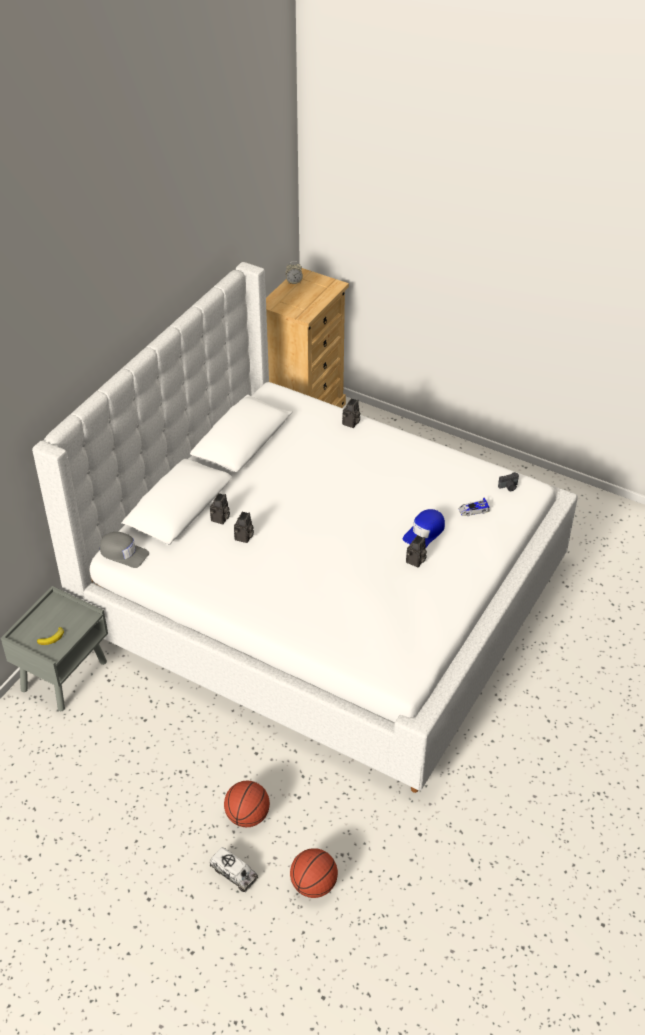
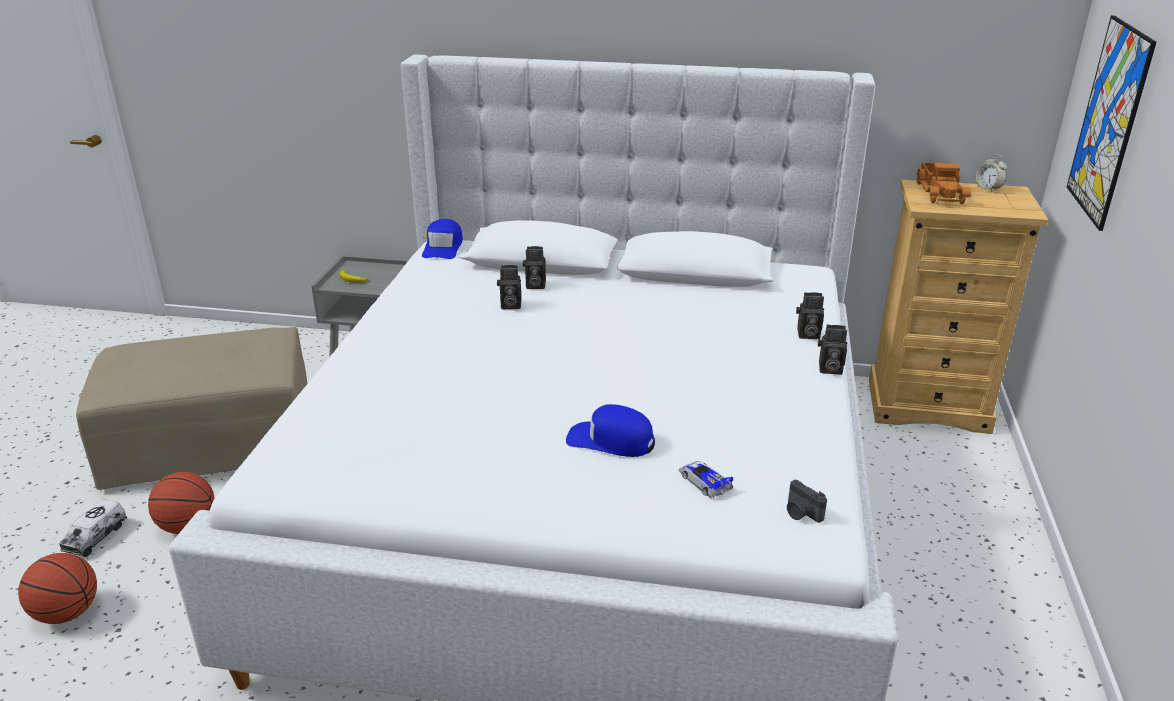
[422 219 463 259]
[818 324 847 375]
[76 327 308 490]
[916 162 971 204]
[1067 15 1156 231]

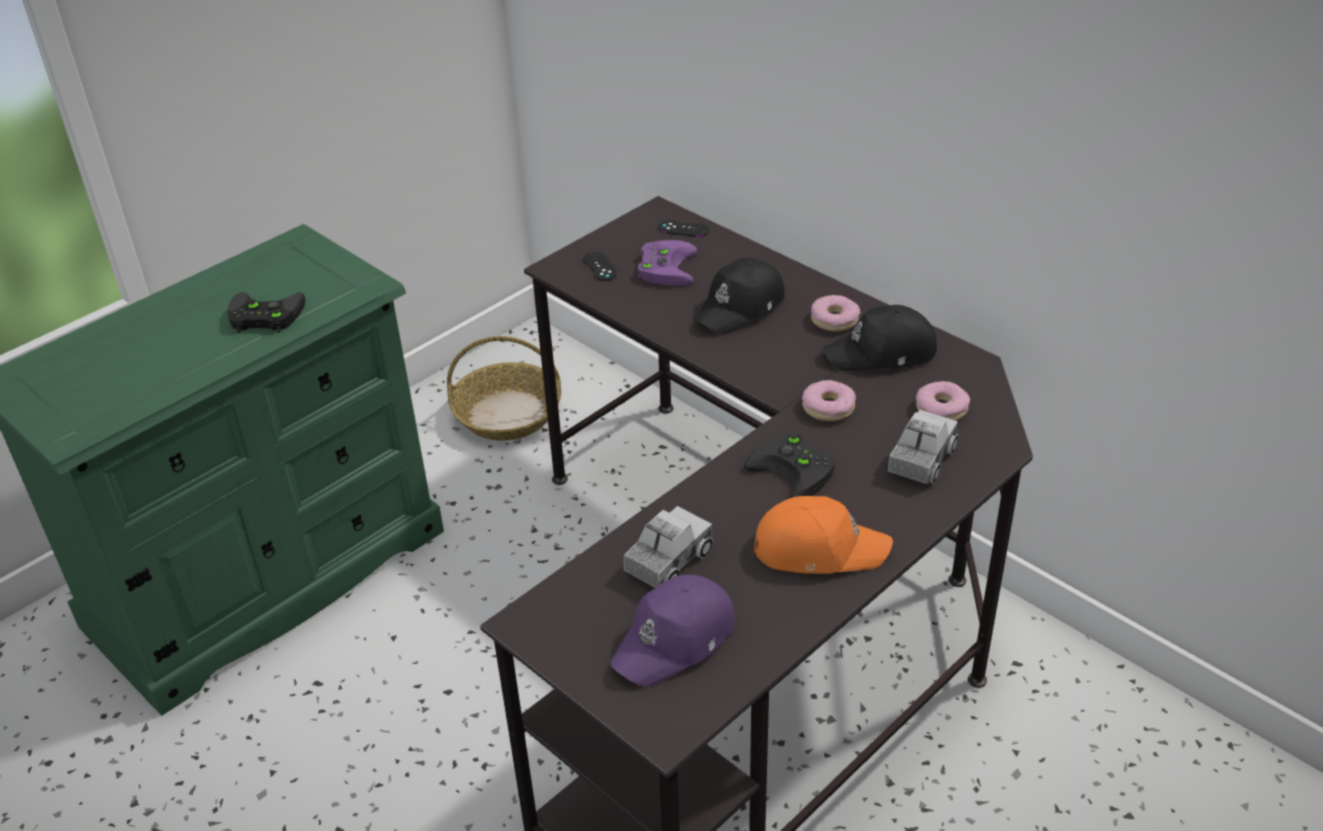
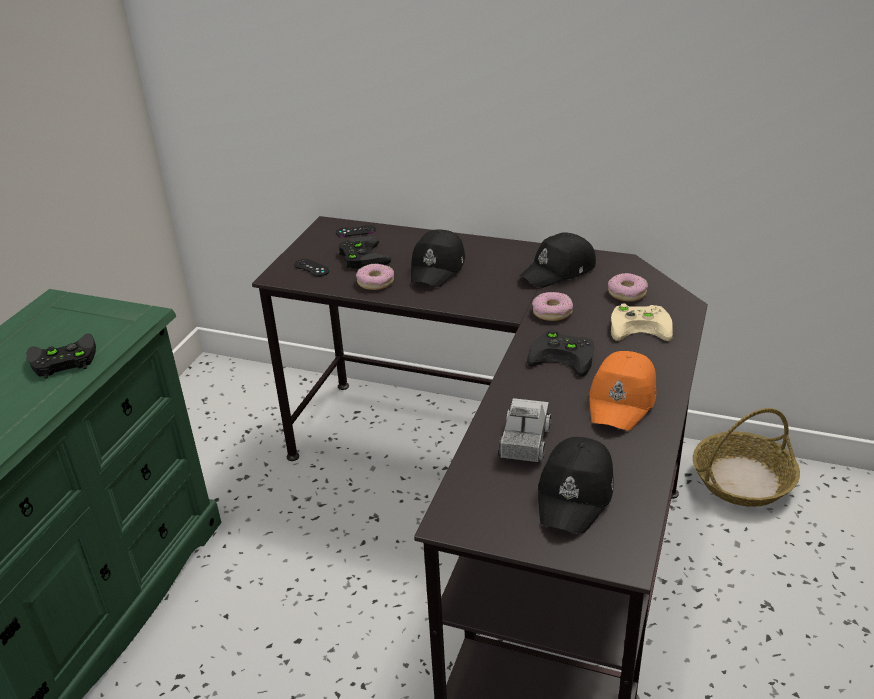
[693 408 800 507]
[538 437 614 534]
[339 236 391 269]
[589 351 656 431]
[356 263 394 290]
[611 303 673 341]

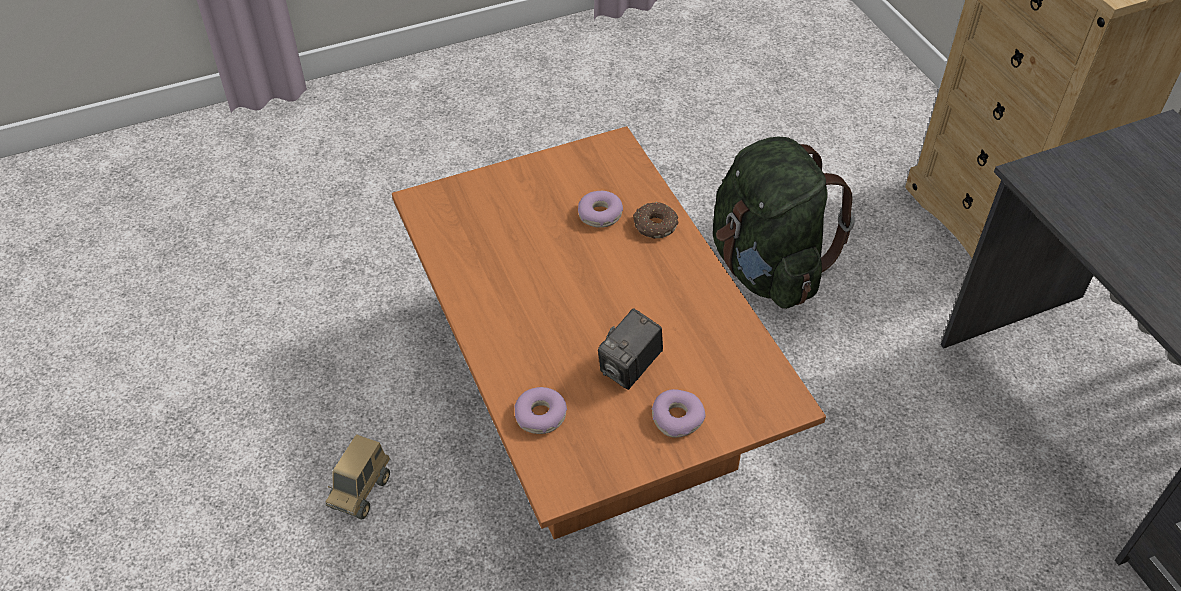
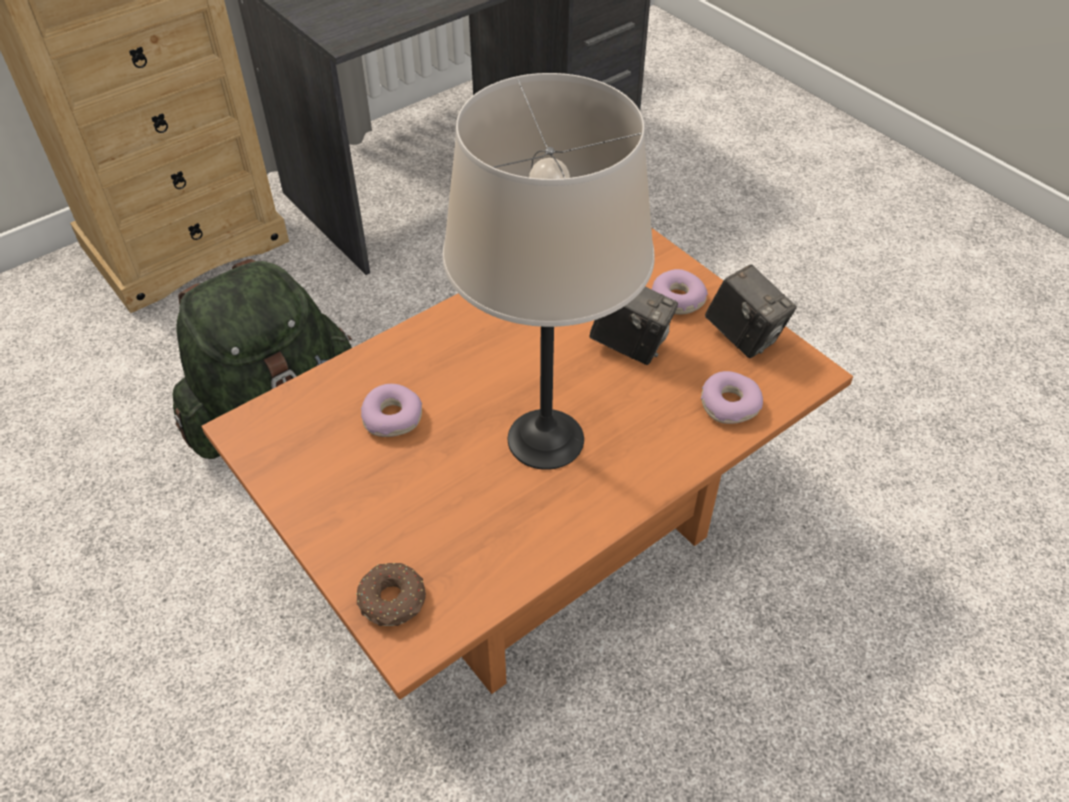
[325 434 390 519] (first image)
[356 563 426 626]
[442 73 655 470]
[705 264 797 358]

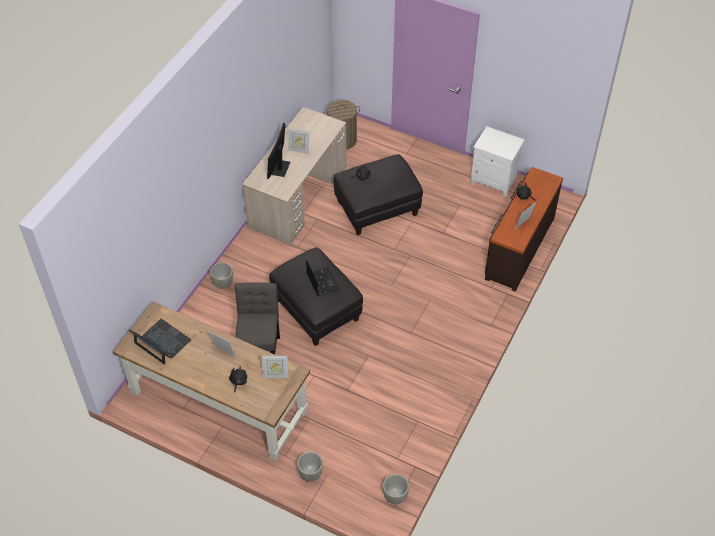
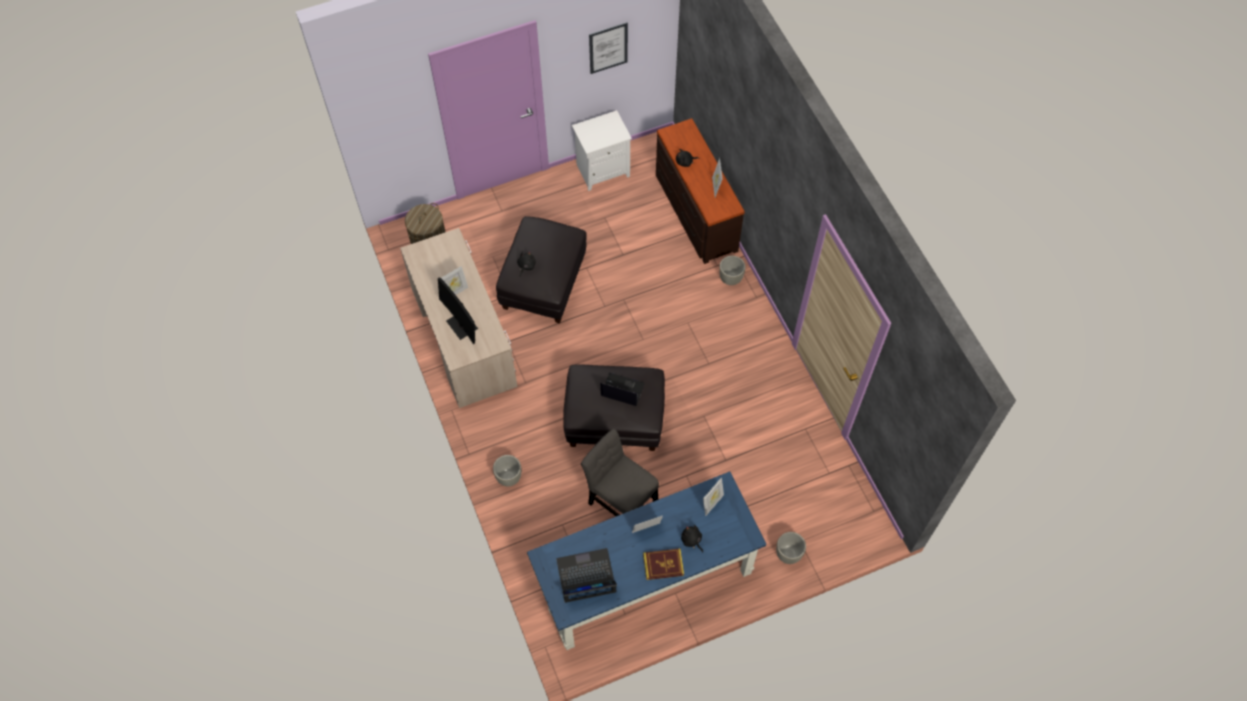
[527 472 766 650]
[719 256 746 285]
[589 22 628 74]
[643 549 684 580]

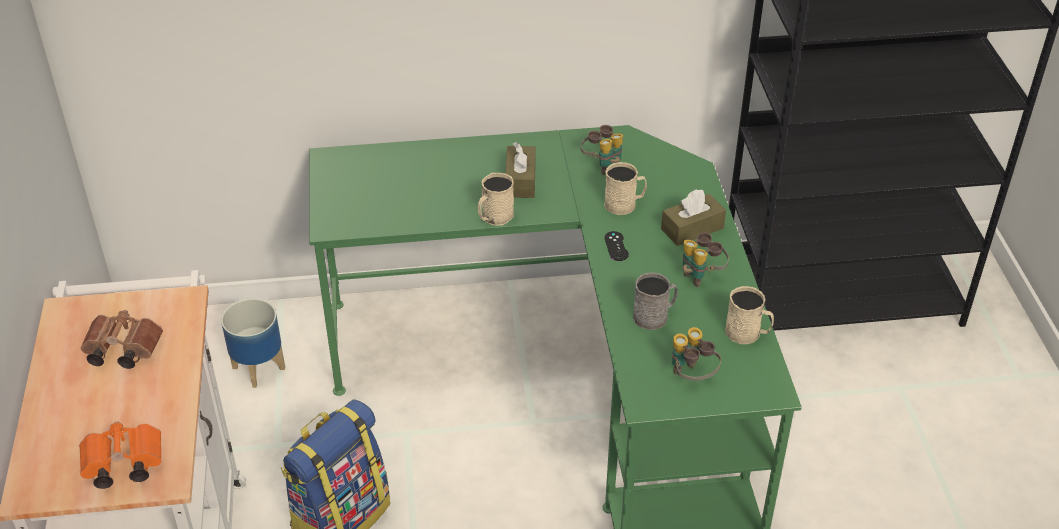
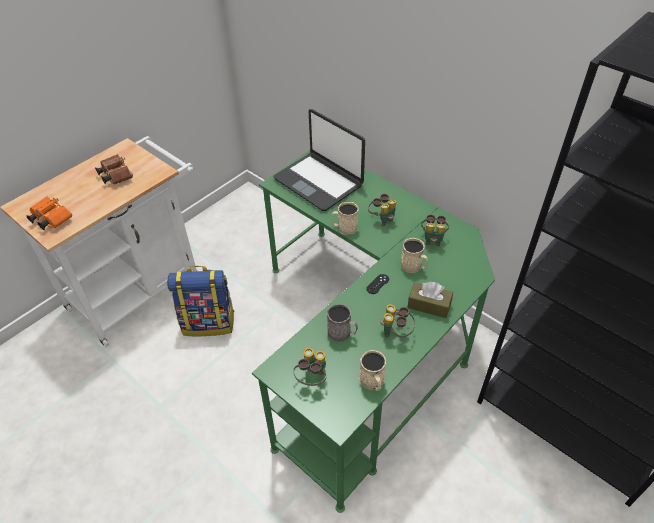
[221 298 285 388] (first image)
[368 194 396 226]
[273 109 365 211]

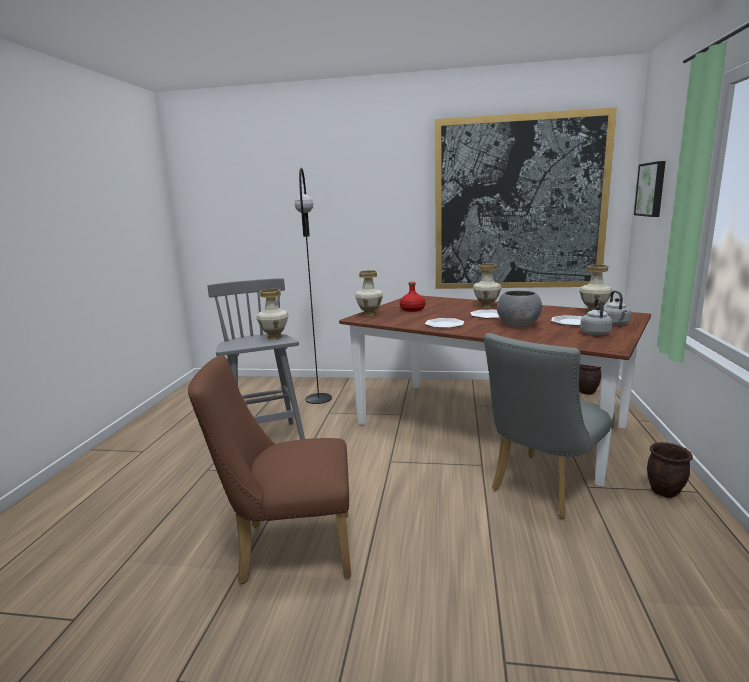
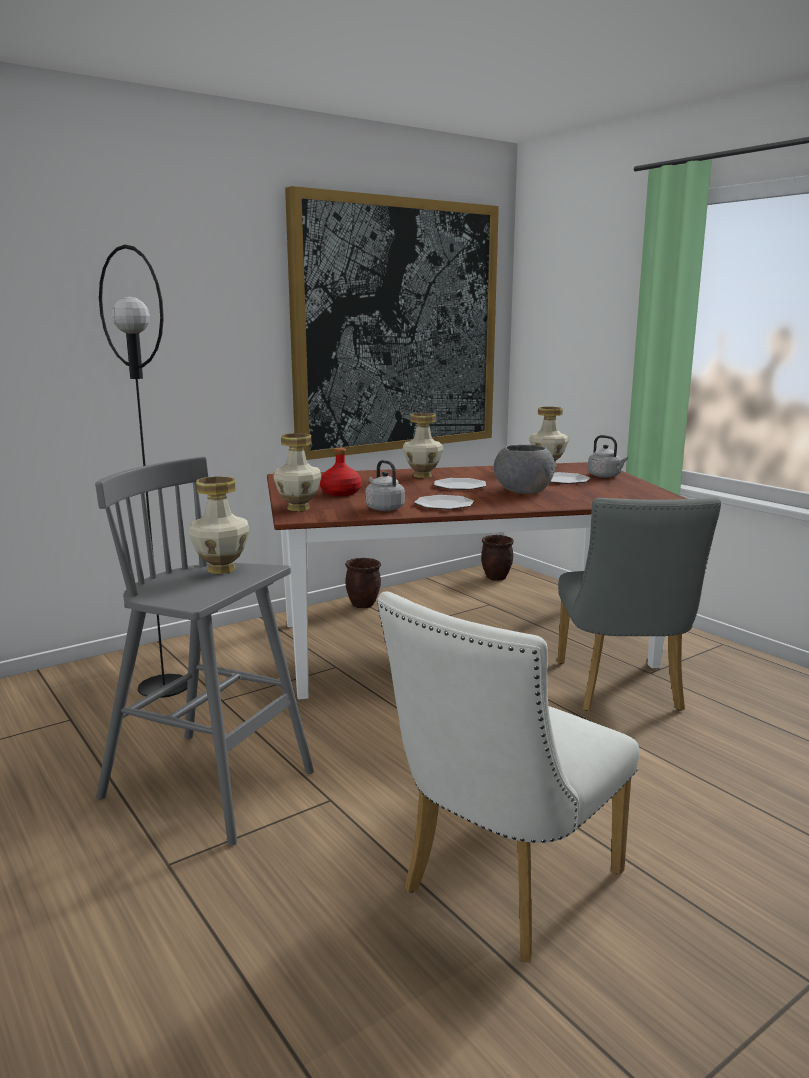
[377 591 640 963]
[365 460 405 511]
[634 161 666 217] (first image)
[345 558 381 608]

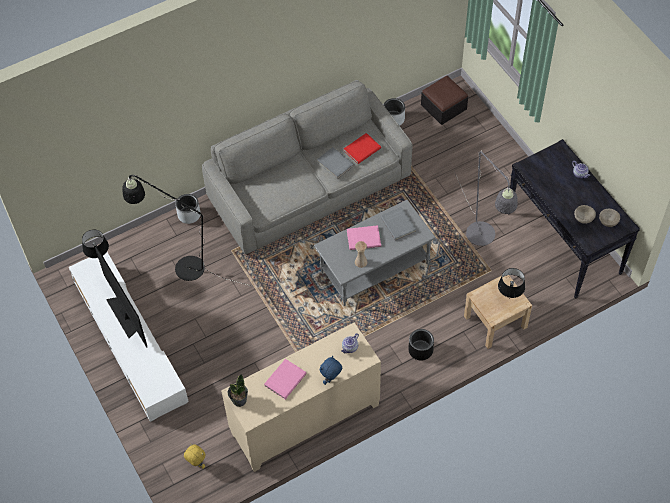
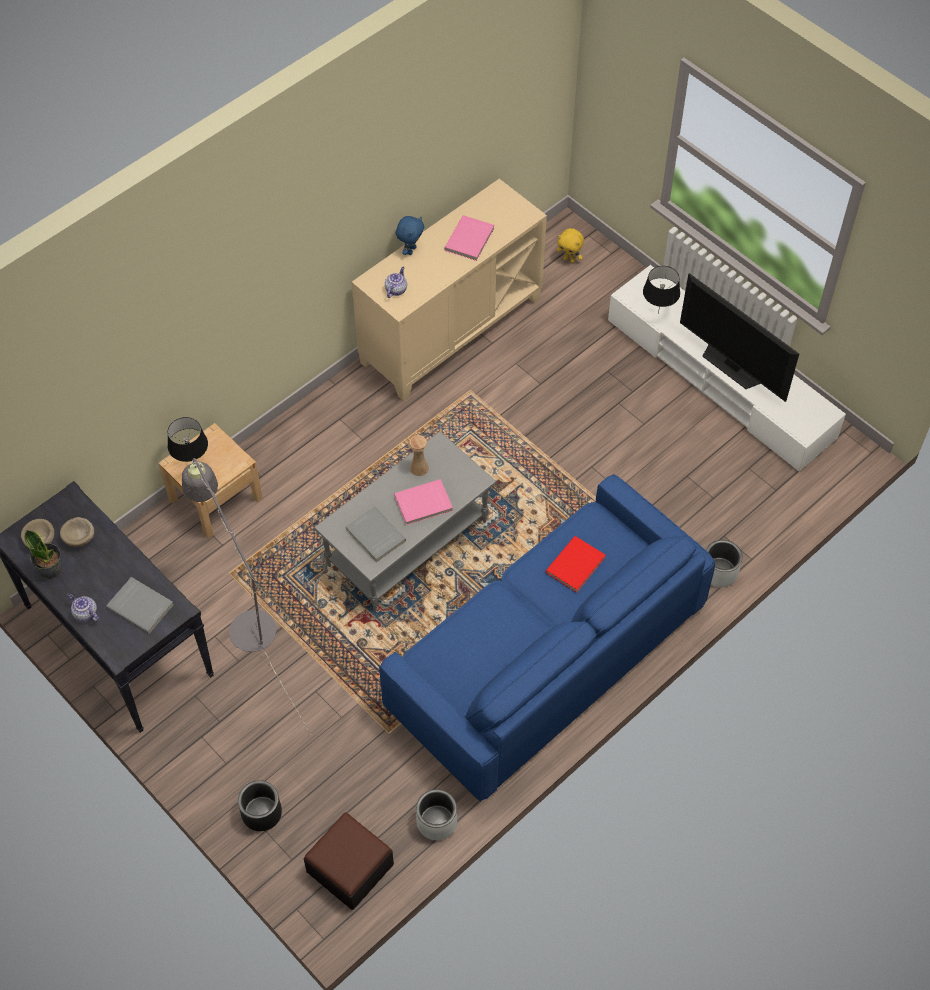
[643 266 680 314]
[122 175 254 287] (first image)
[379 474 715 802]
[25 530 62 579]
[106 577 174 634]
[546 536 605 593]
[238 780 282 831]

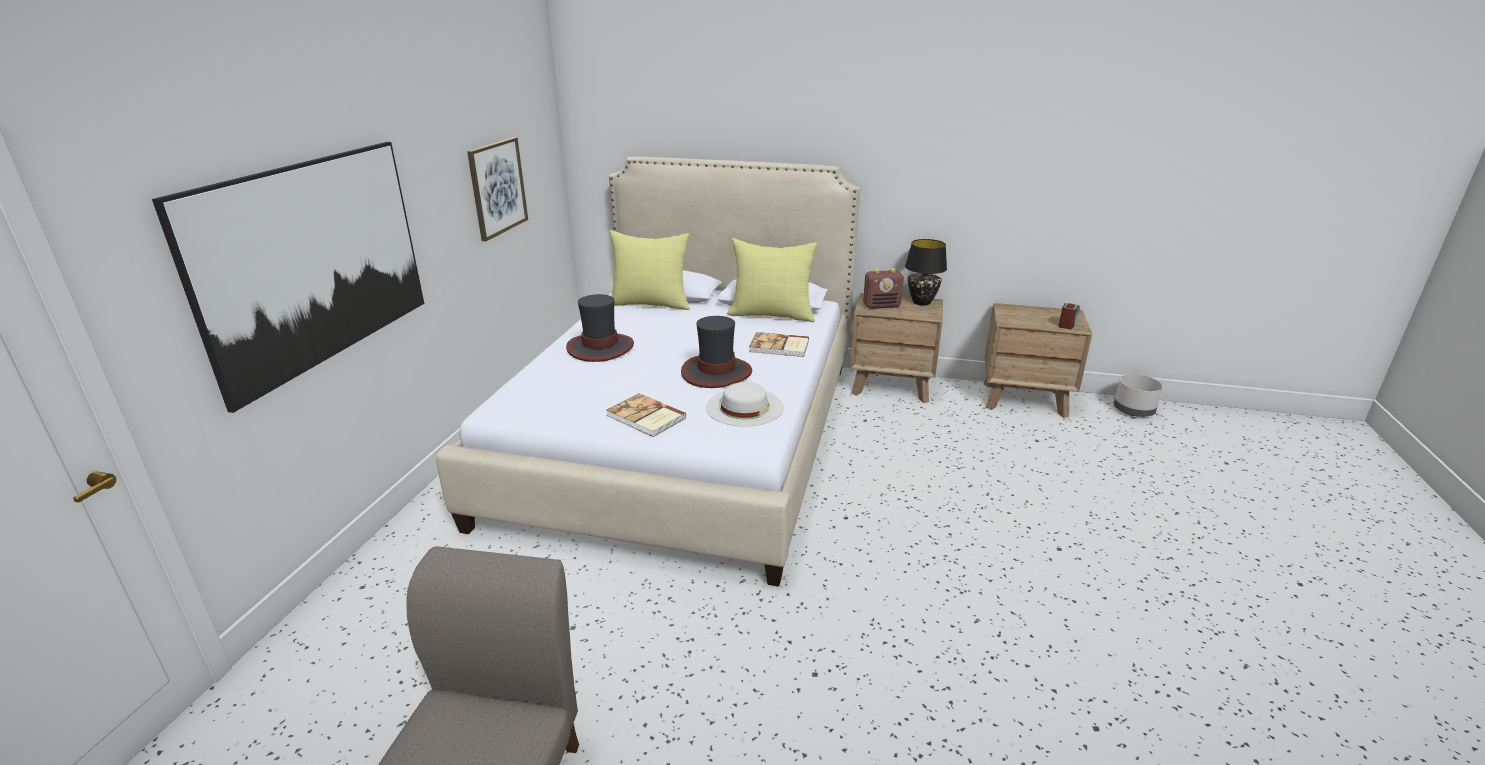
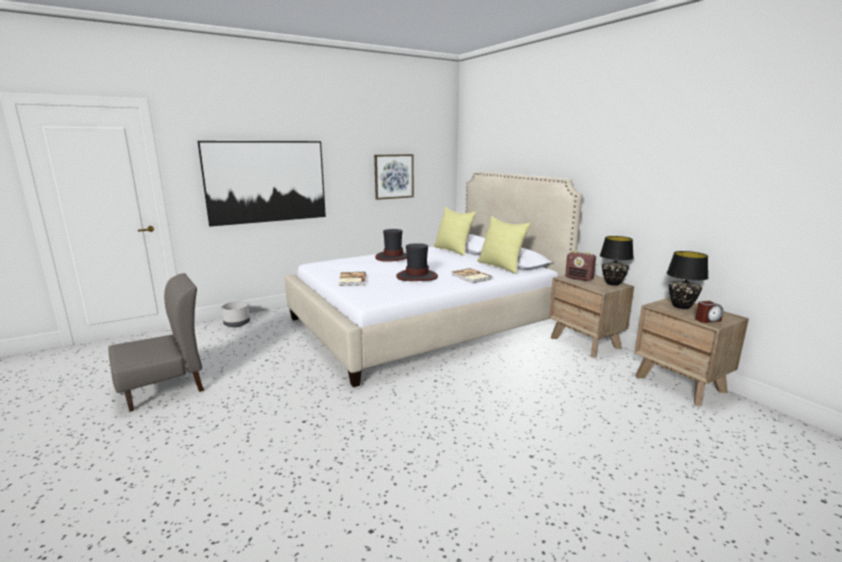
[706 382 784 427] (first image)
[221 301 250 327]
[667 251 708 309]

